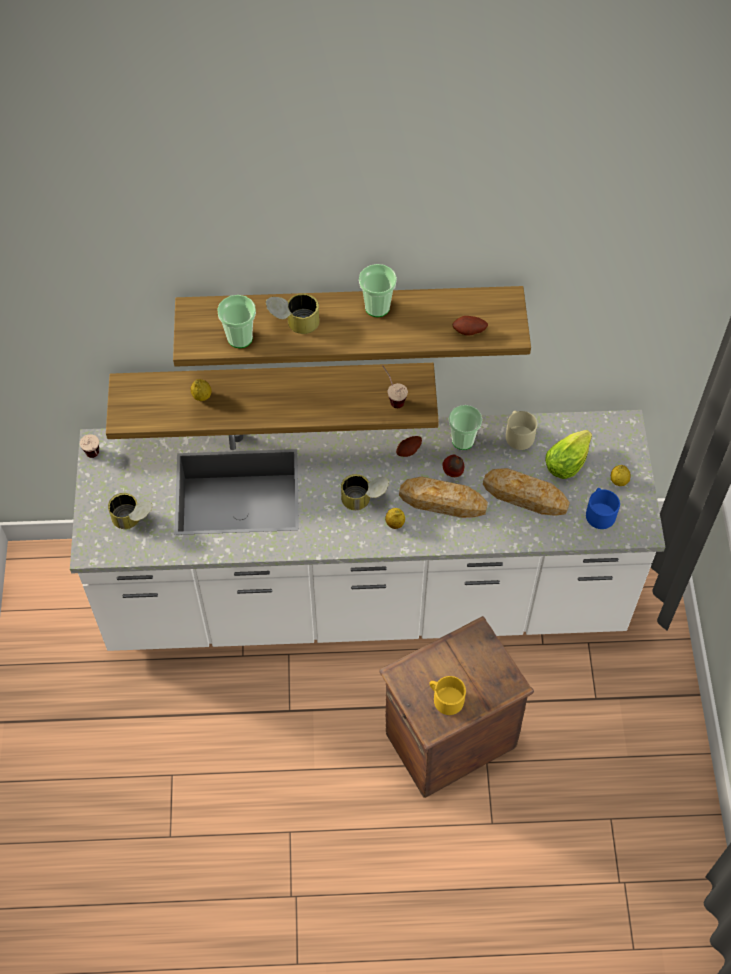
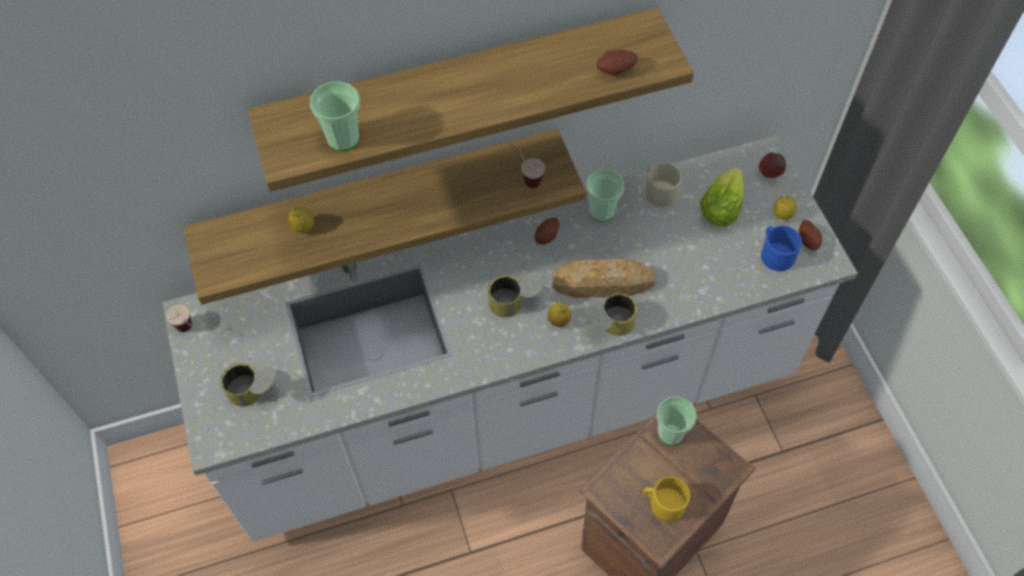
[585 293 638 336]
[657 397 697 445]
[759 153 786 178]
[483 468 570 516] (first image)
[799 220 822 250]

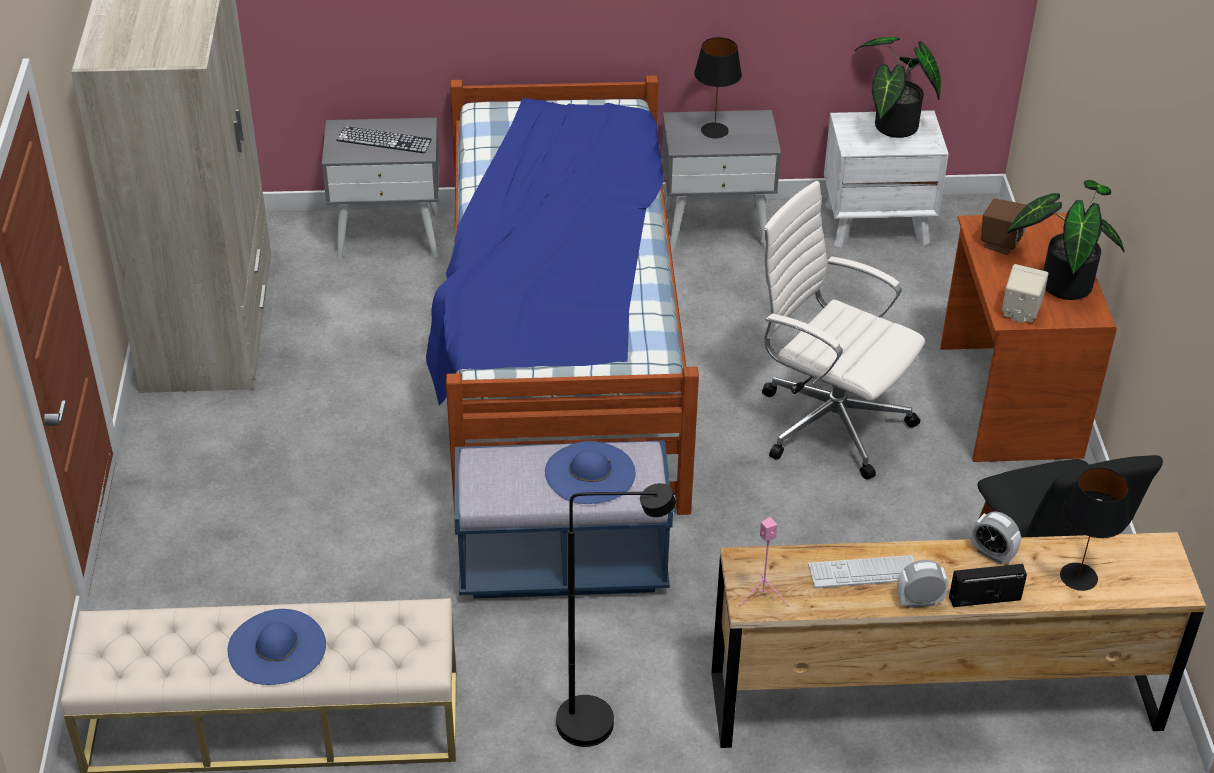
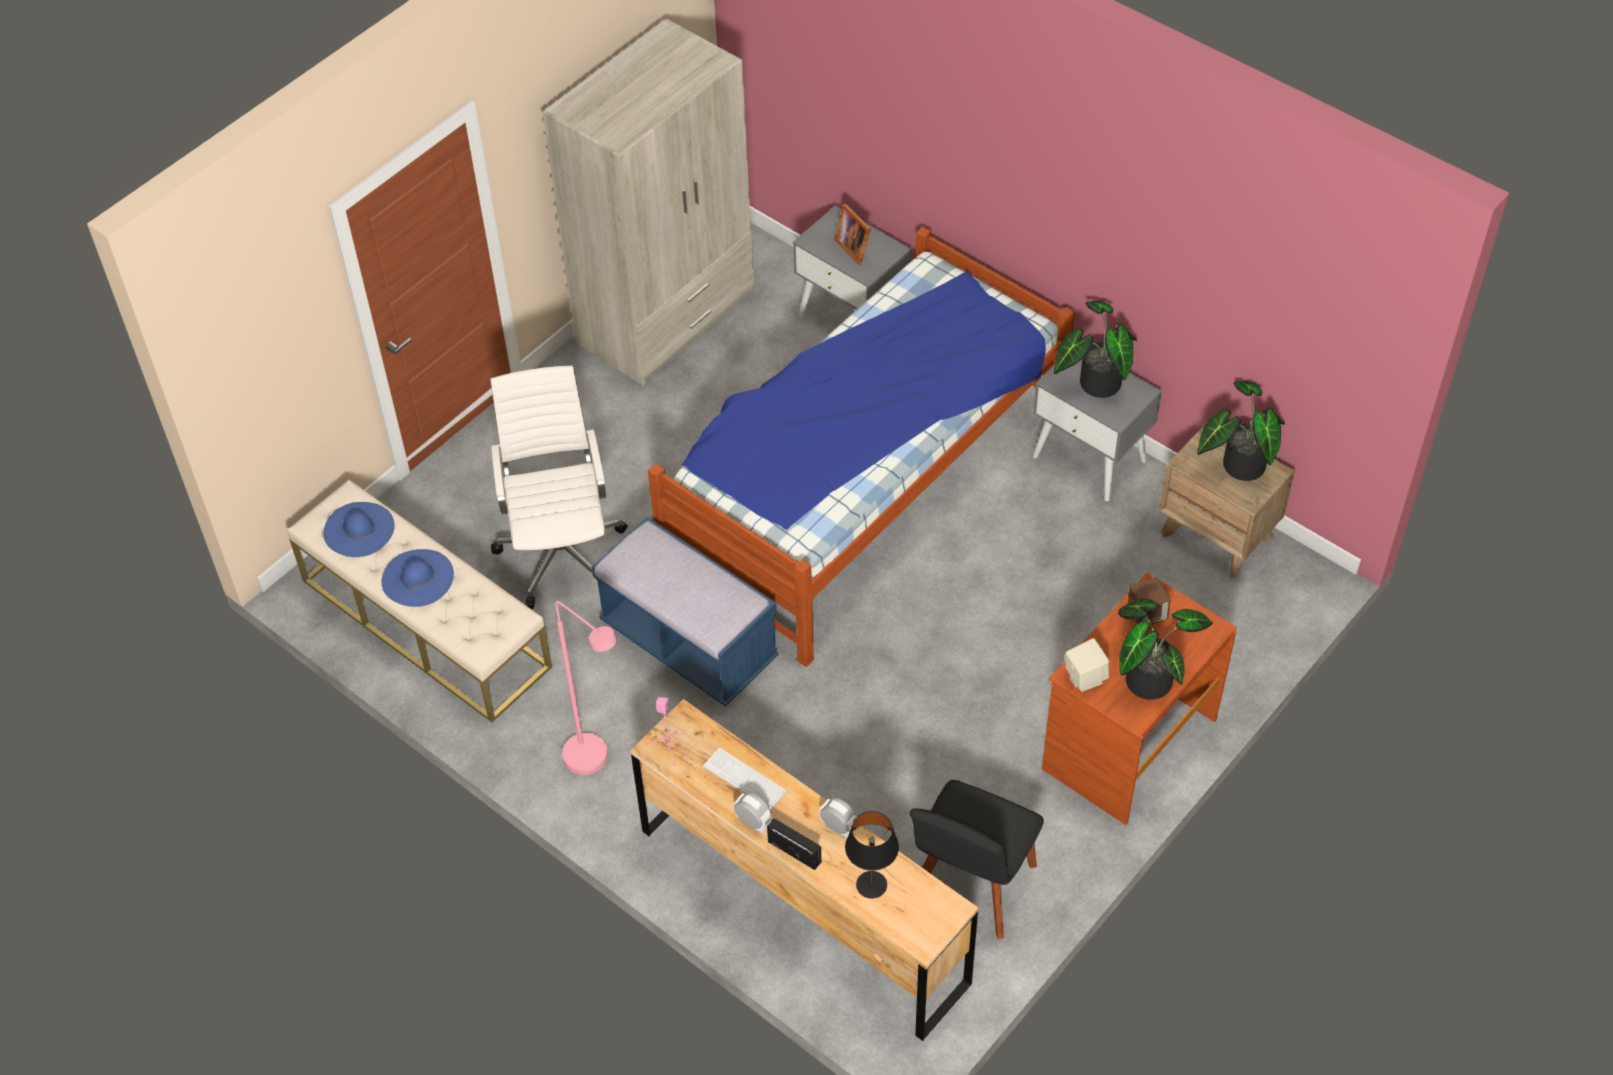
[834 204 871 265]
[324 502 395 557]
[555 601 617 775]
[1054 300 1137 398]
[490 366 628 609]
[1159 424 1295 578]
[819 798 857 838]

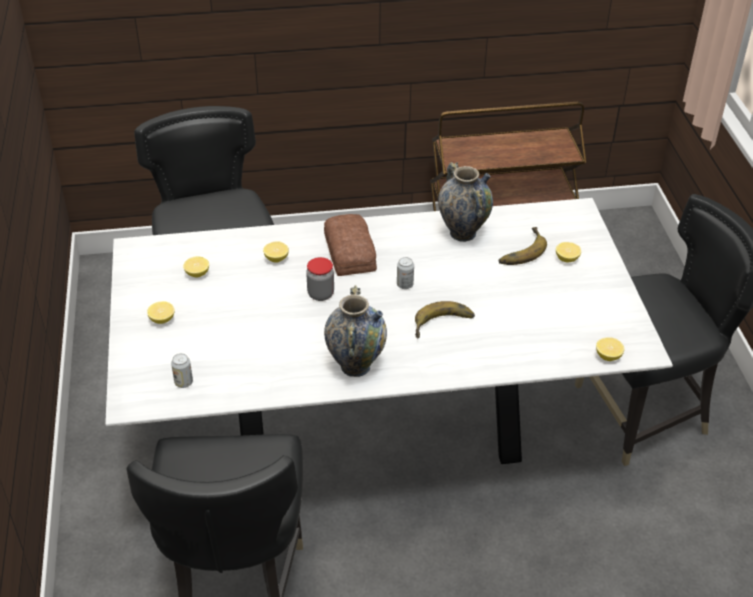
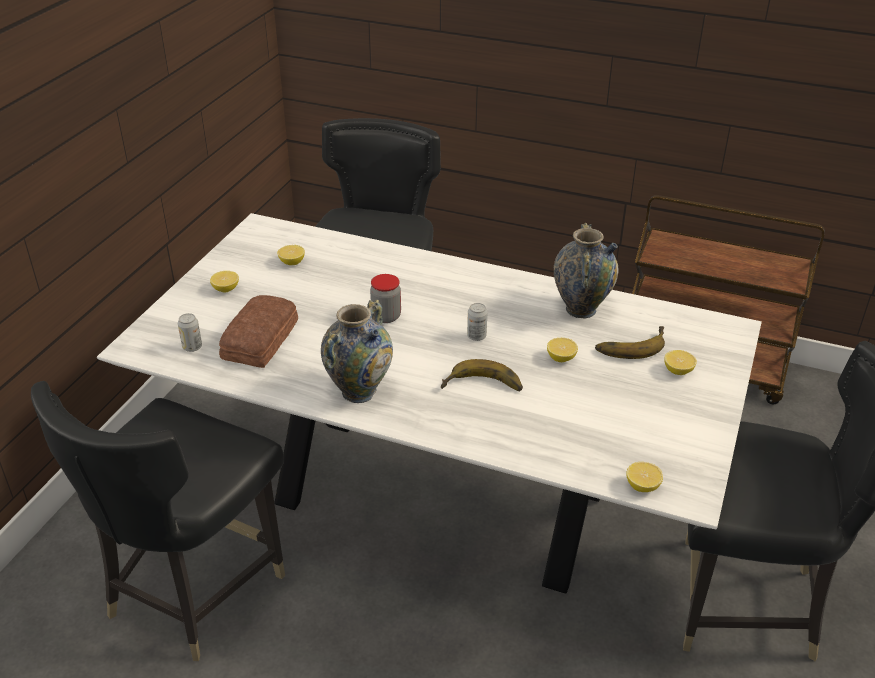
[547 338 578 362]
[219 295 298 368]

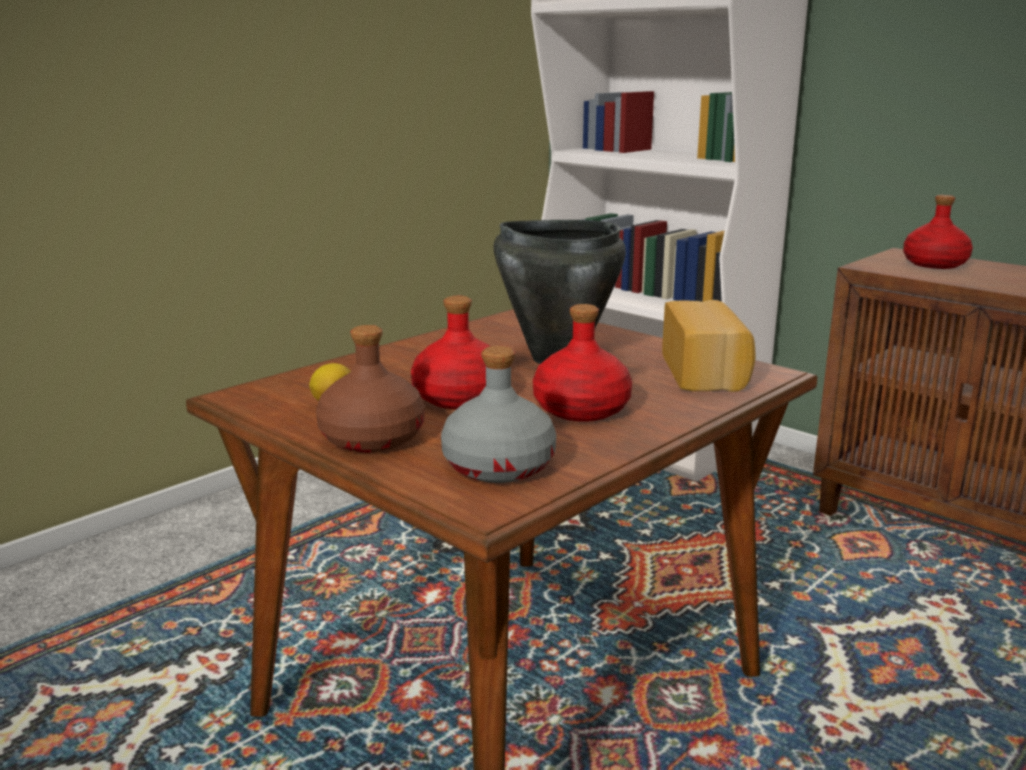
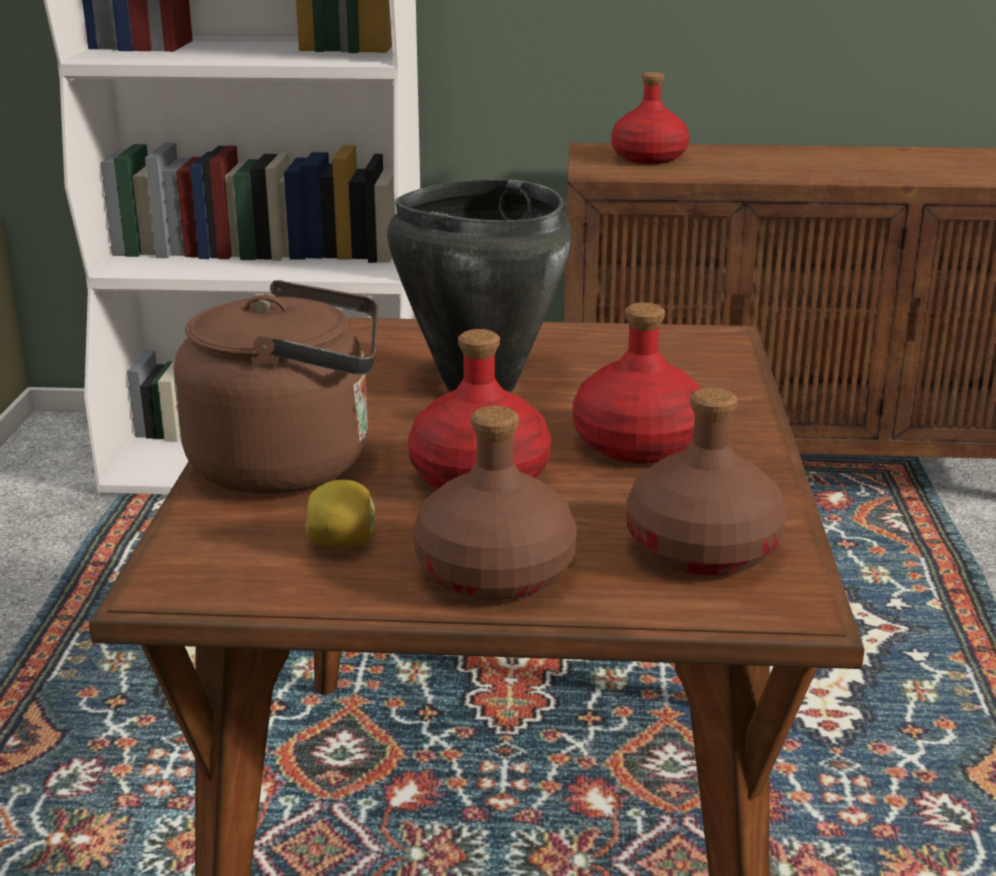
[626 387 787 576]
[662 300 755 392] (first image)
[174 280 378 494]

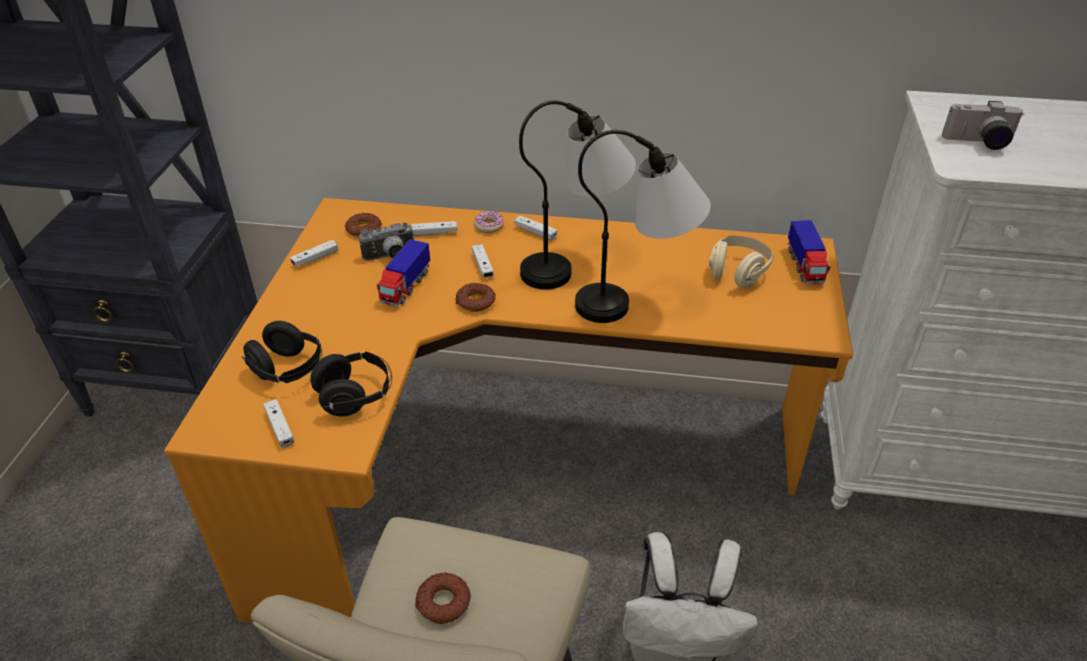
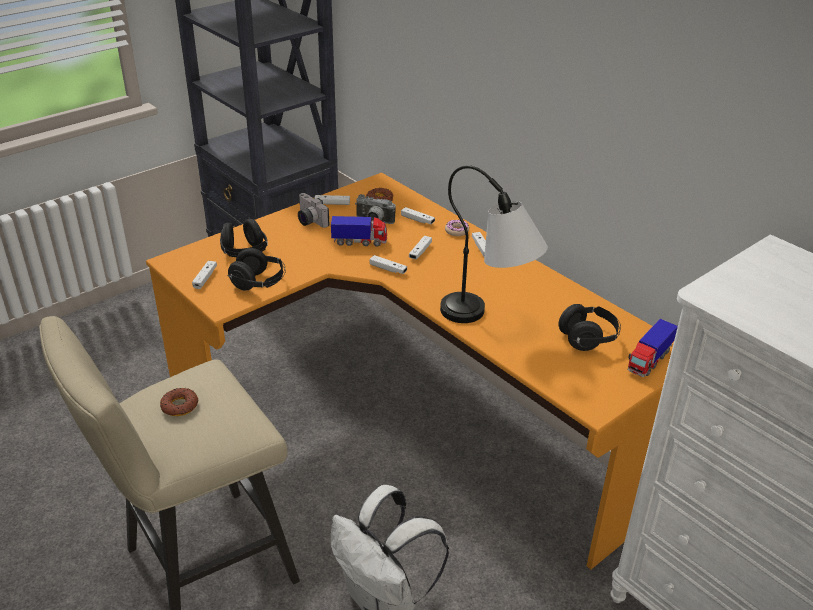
[331 216 387 247]
[370 255 407 274]
[519 100 636 290] (first image)
[558 304 621 351]
[298 193 329 228]

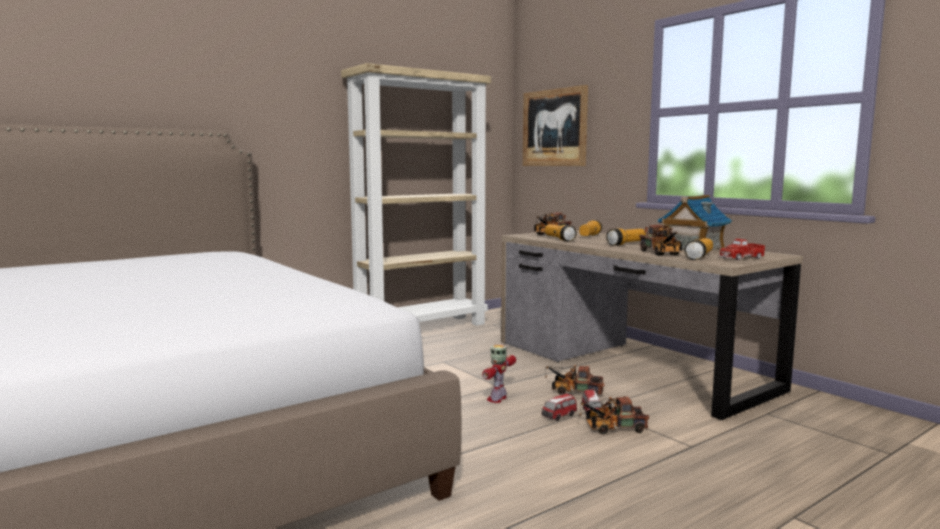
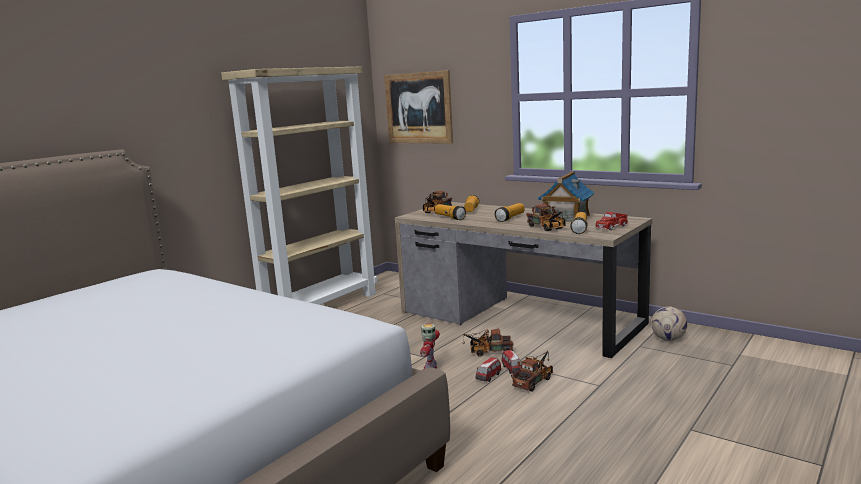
[511 351 553 392]
[651 307 687 341]

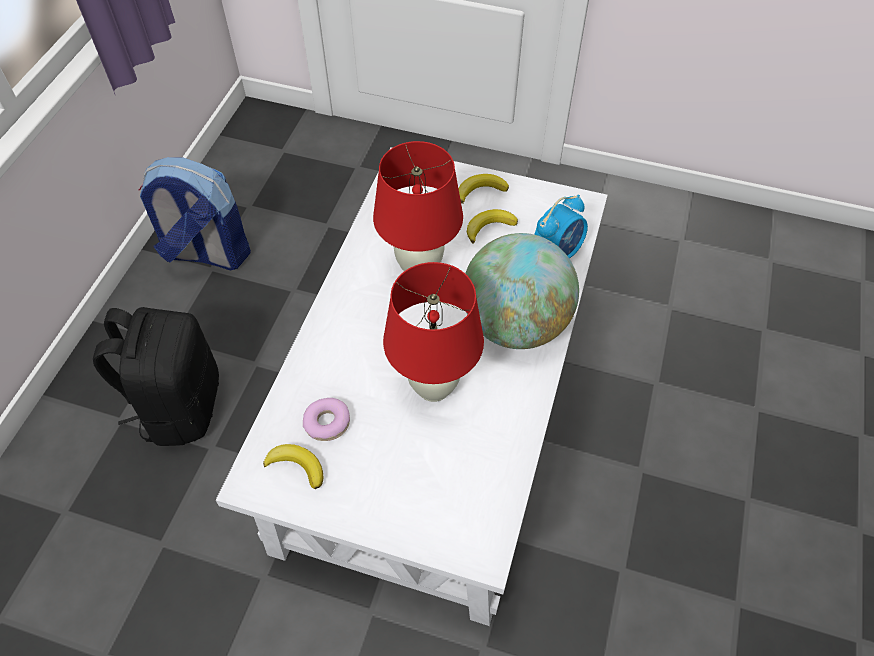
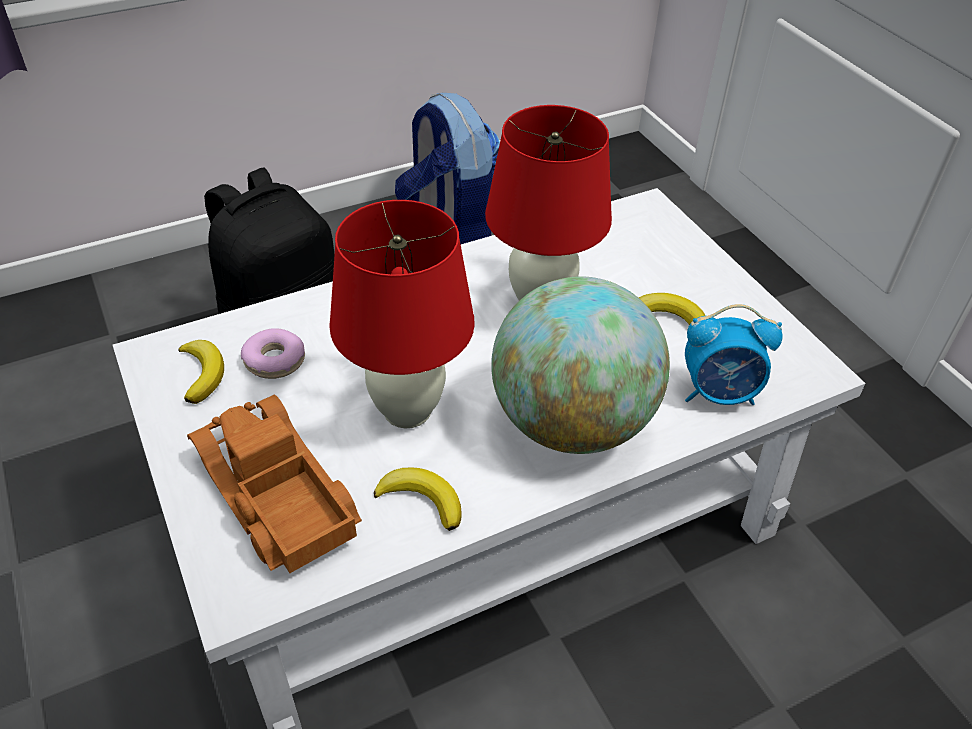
[374 467 462 531]
[187 395 362 573]

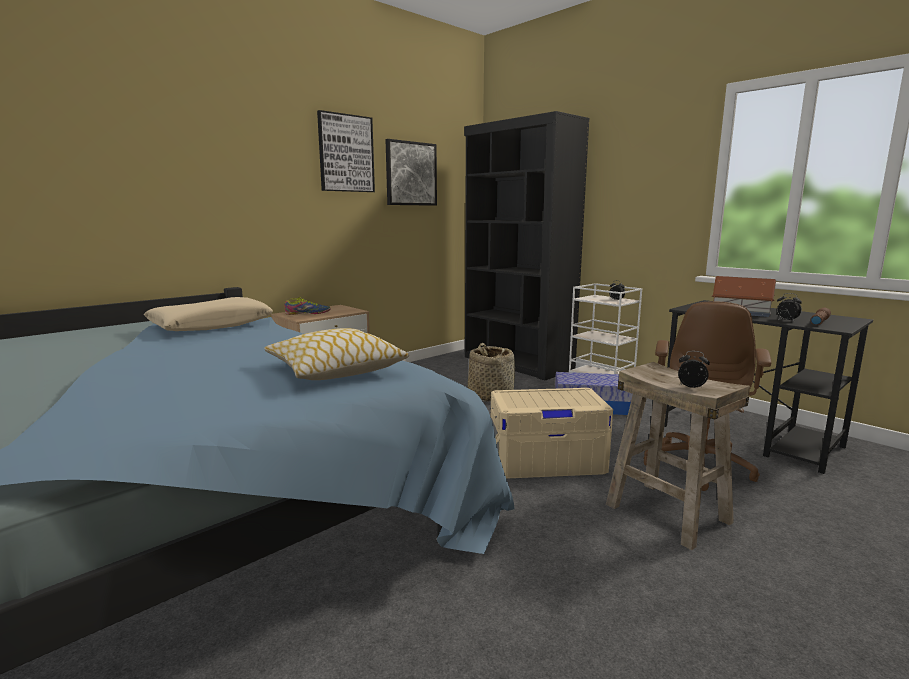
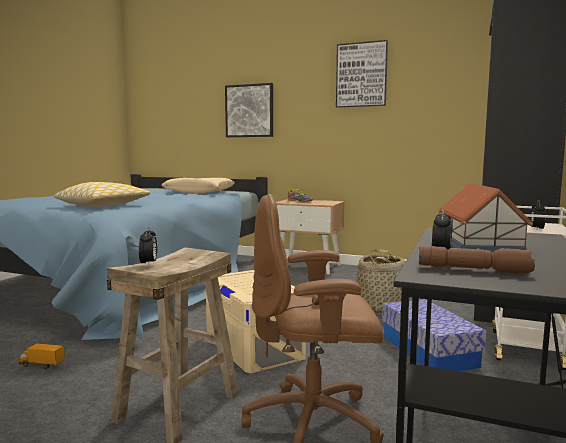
[225 83 273 137]
[19 343 65 369]

